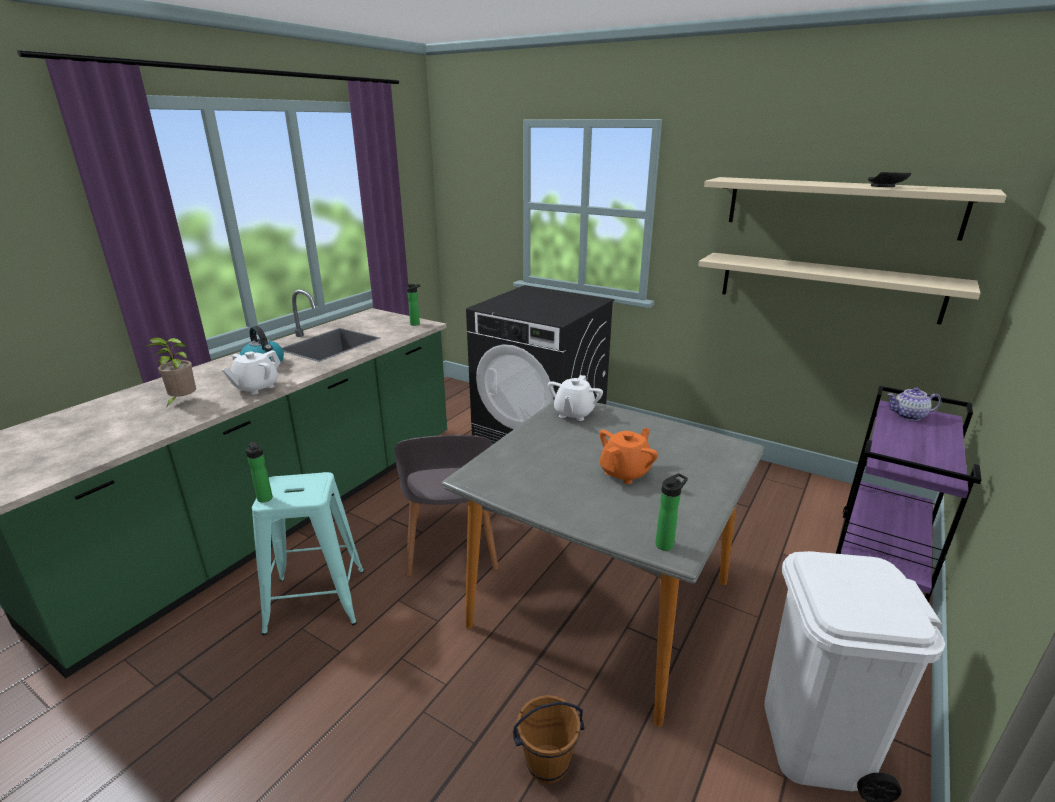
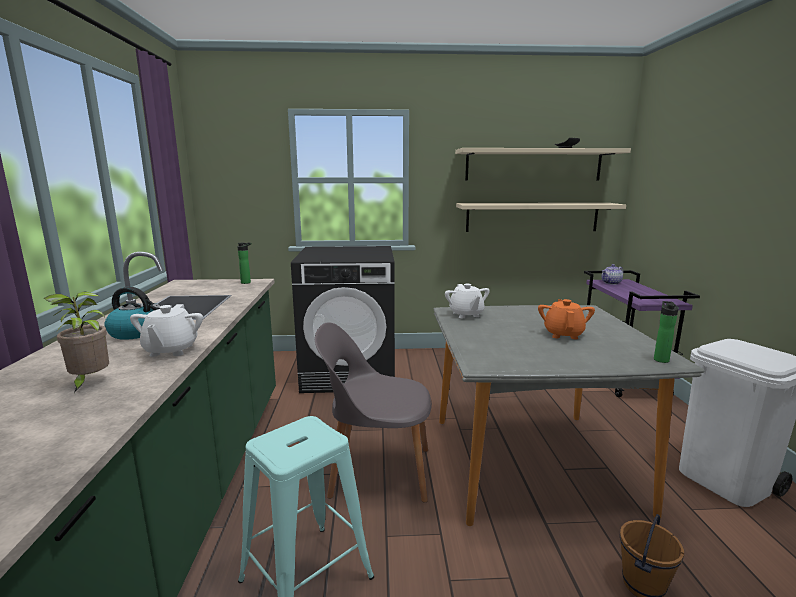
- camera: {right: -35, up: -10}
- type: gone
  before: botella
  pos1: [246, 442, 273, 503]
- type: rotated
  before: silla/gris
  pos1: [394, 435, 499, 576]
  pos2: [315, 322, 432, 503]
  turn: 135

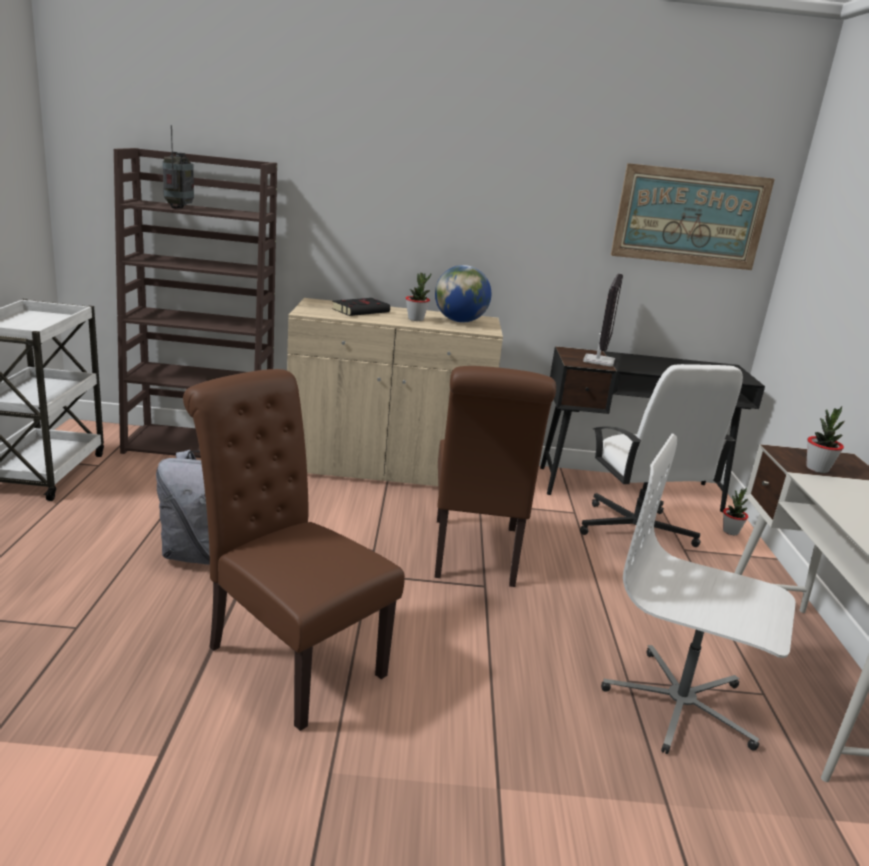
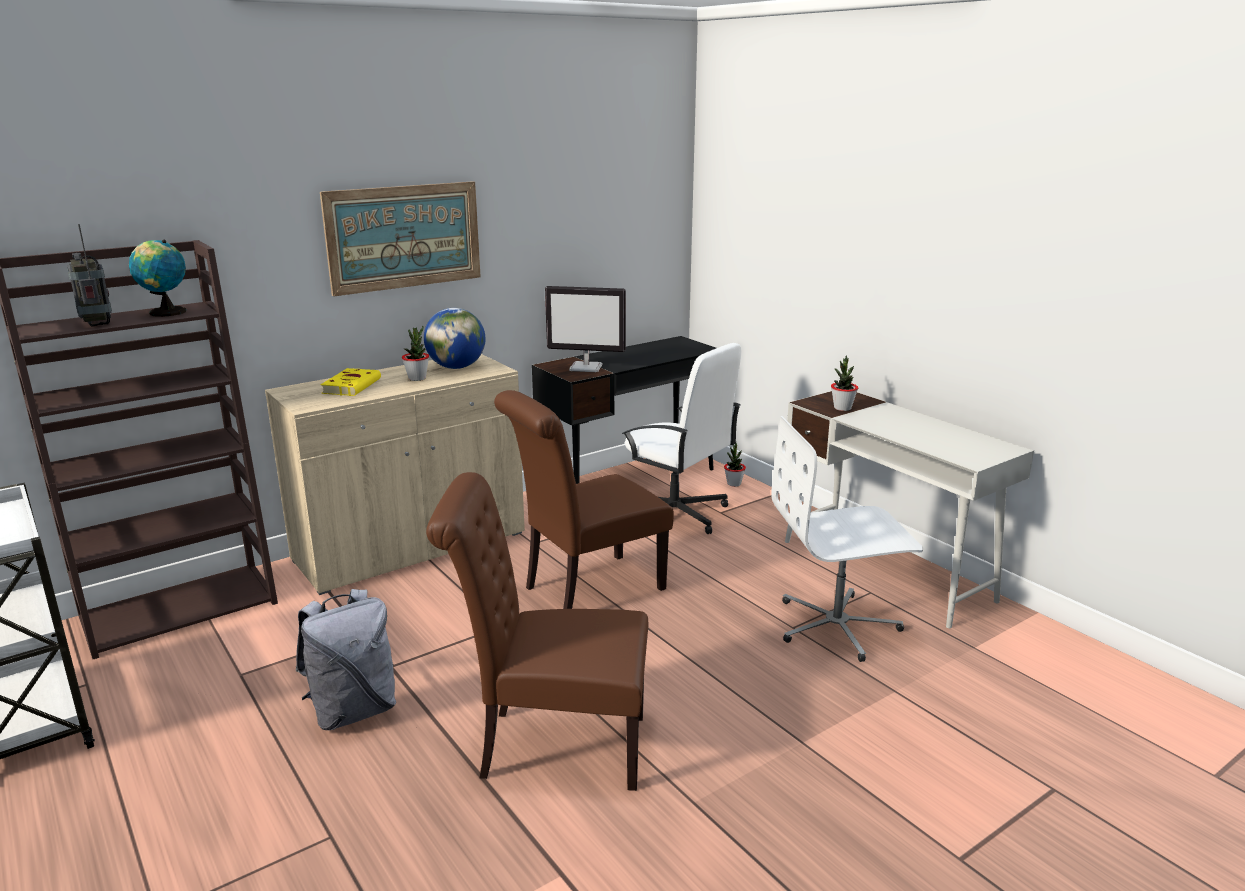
- camera: {right: -35, up: 0}
- type: new
  after: globo terráqueo
  pos2: [129, 240, 186, 317]
- type: shifted
  before: cuadro
  pos1: [611, 163, 775, 270]
  pos2: [320, 181, 481, 297]
- type: repainted
  before: libro/negro
  after: libro/amarillo
  pos1: [332, 298, 390, 316]
  pos2: [320, 368, 381, 396]
- type: rotated
  before: silla/marrón
  pos1: [435, 366, 556, 587]
  pos2: [494, 390, 674, 609]
  turn: 90
- type: rotated
  before: monitor
  pos1: [583, 274, 623, 367]
  pos2: [545, 286, 626, 372]
  turn: 120

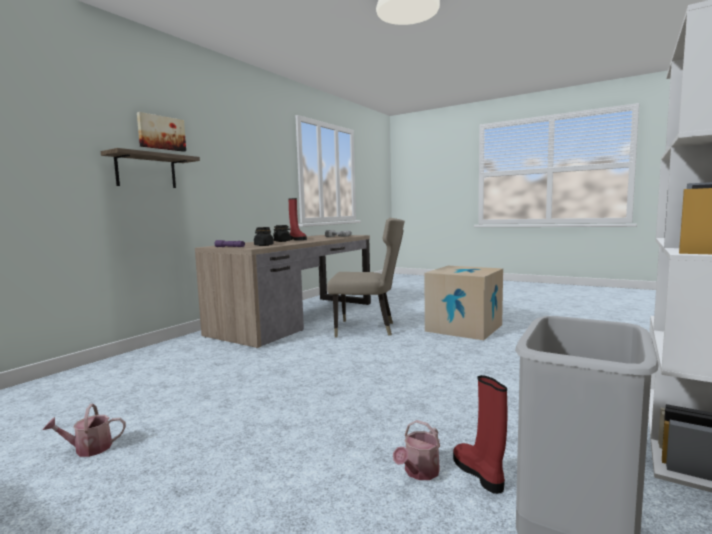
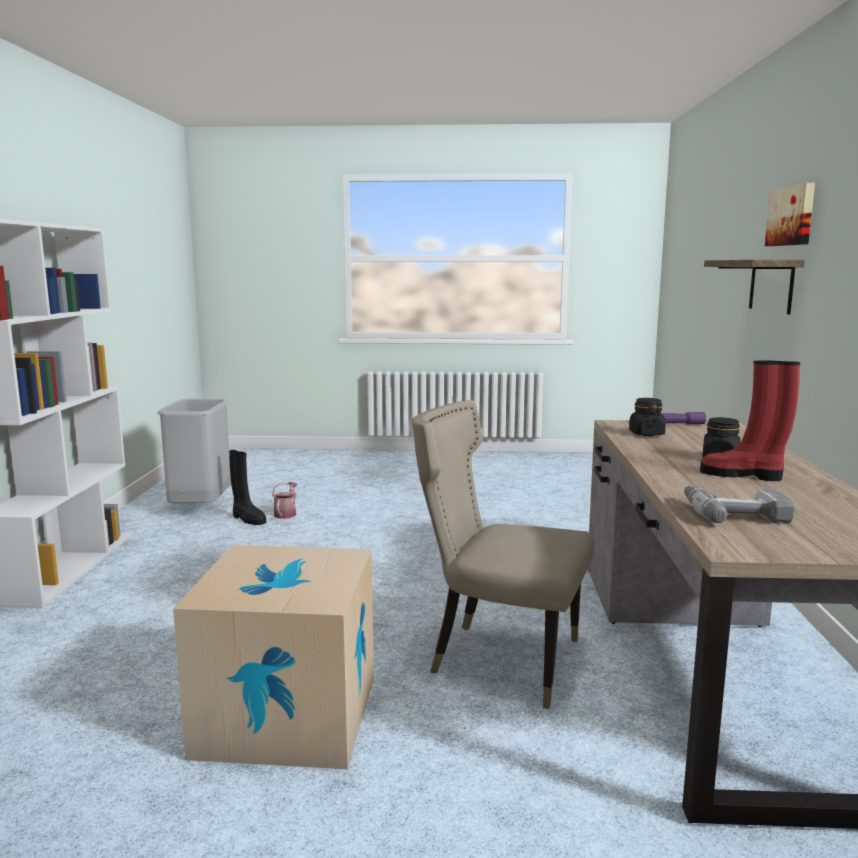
- camera: {right: 150, up: 5}
- type: gone
  before: regadera
  pos1: [43, 403, 126, 457]
- type: repainted
  before: bota/rojo
  after: bota/negro
  pos1: [453, 375, 507, 494]
  pos2: [229, 450, 266, 525]
- type: rotated
  before: silla/beis
  pos1: [327, 218, 405, 338]
  pos2: [412, 400, 595, 709]
  turn: 45

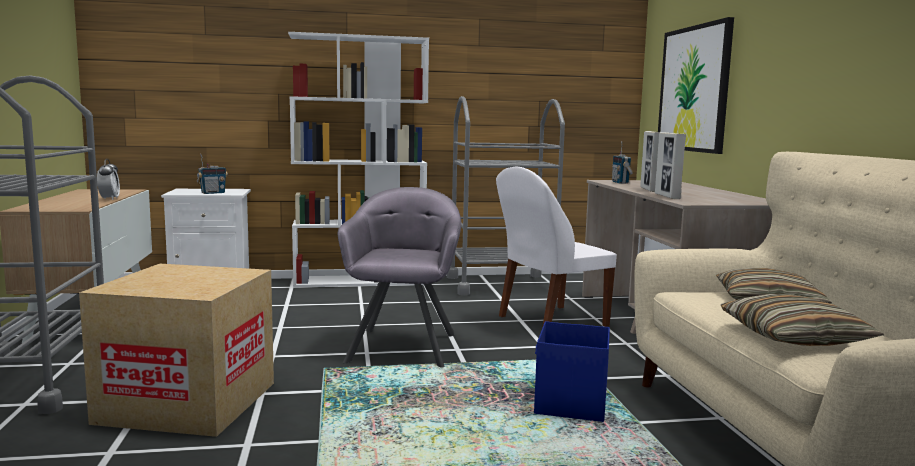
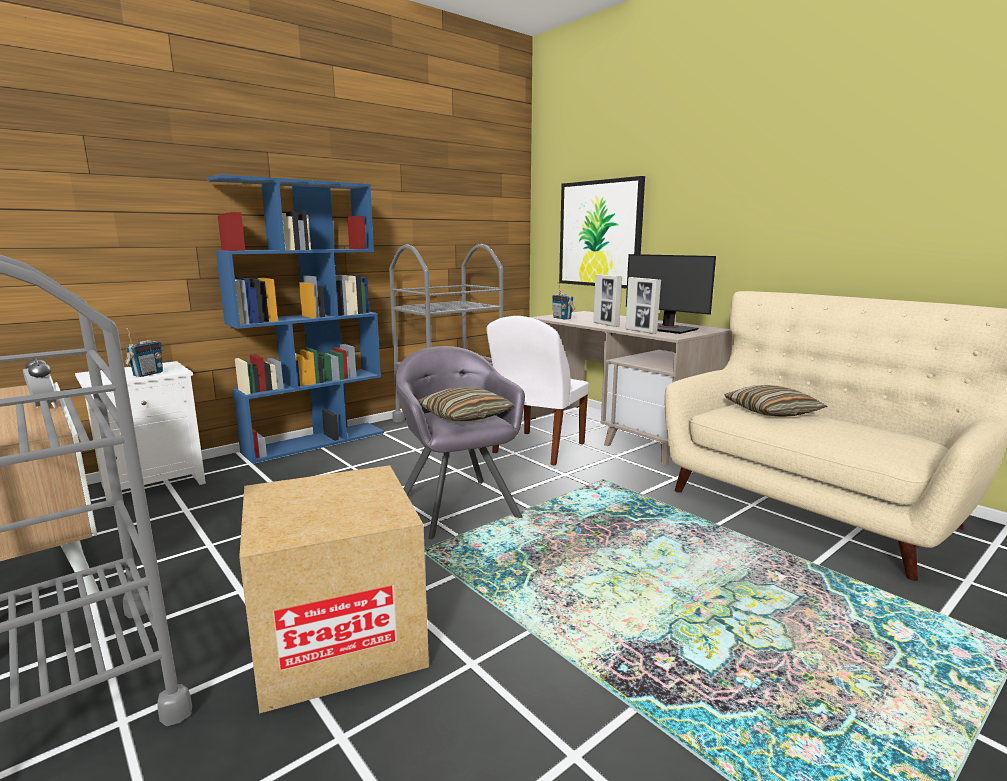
- camera: {right: -30, up: 5}
- type: gone
  before: caja de almacenaje/azul
  pos1: [534, 321, 610, 422]
- type: new
  after: monitor
  pos2: [626, 254, 716, 334]
- type: shifted
  before: cojín
  pos1: [721, 294, 884, 346]
  pos2: [418, 387, 514, 421]
- type: repainted
  before: estantería/blanco
  after: estantería/azul
  pos1: [288, 32, 429, 287]
  pos2: [207, 174, 384, 464]

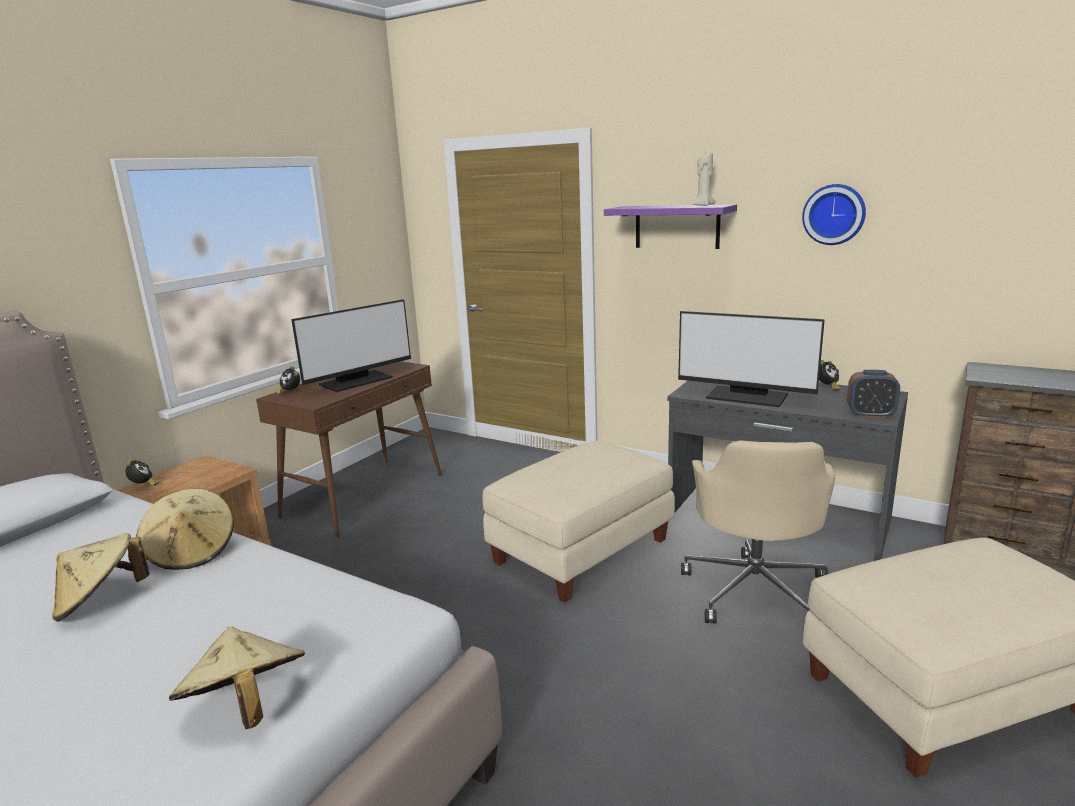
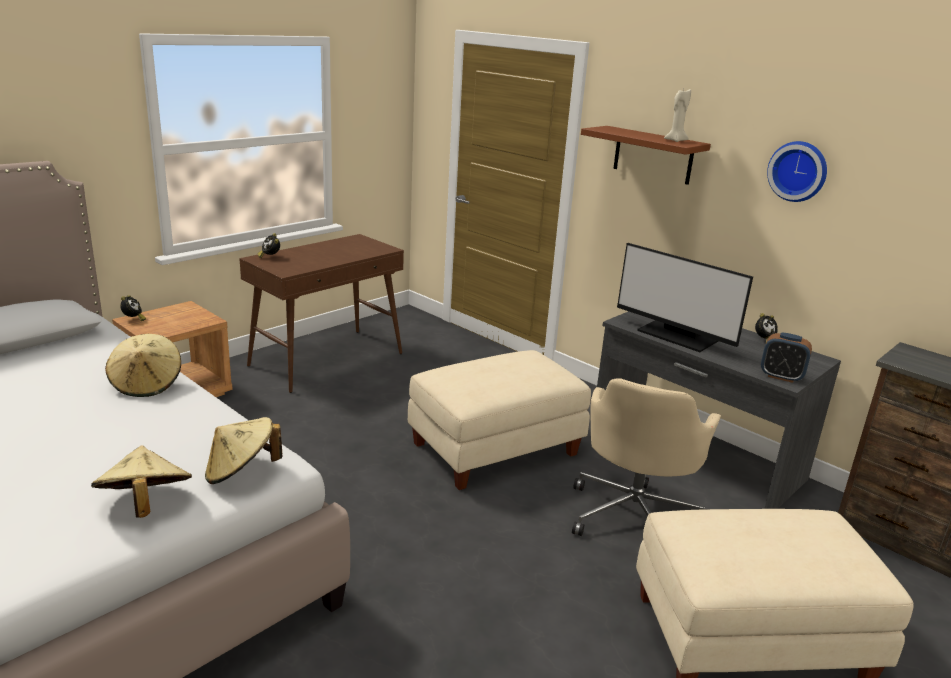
- camera: {right: 10, up: 5}
- type: gone
  before: monitor
  pos1: [291, 300, 411, 392]
- type: shifted
  before: sombrero/beis
  pos1: [52, 533, 150, 622]
  pos2: [205, 417, 283, 484]
- type: repainted
  before: estante/morado
  after: estante/marrón
  pos1: [604, 204, 737, 249]
  pos2: [581, 126, 711, 185]

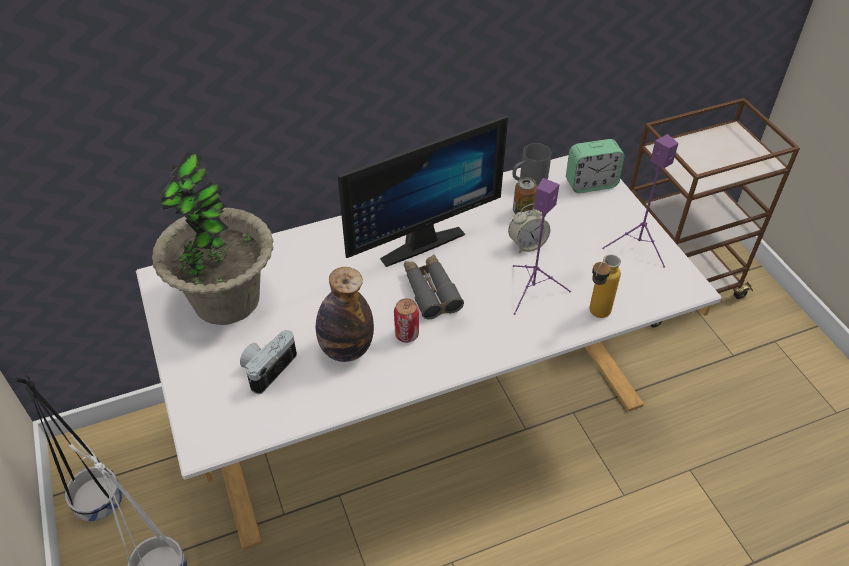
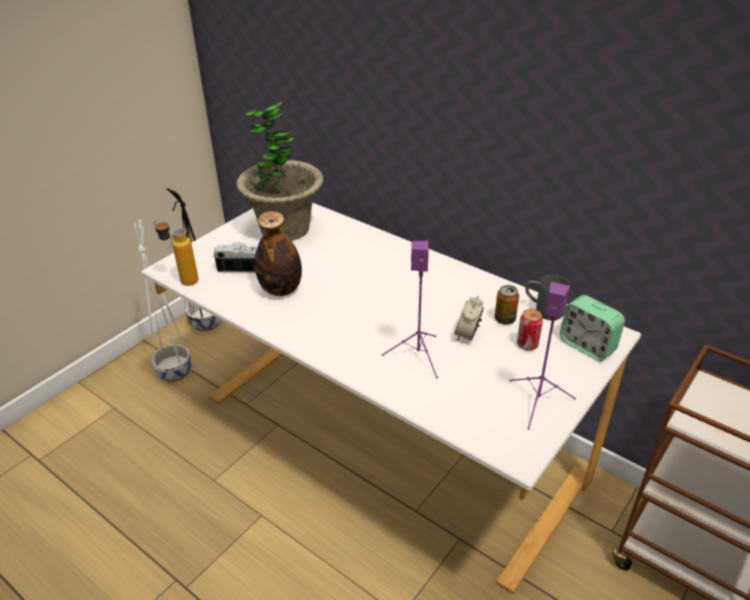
- camera: {right: 60, up: -10}
- type: gone
  before: monitor
  pos1: [338, 115, 508, 267]
- type: gone
  before: prismáticos/gris
  pos1: [404, 254, 464, 319]
- type: shifted
  before: lata
  pos1: [394, 298, 419, 343]
  pos2: [517, 309, 543, 351]
- type: shifted
  before: botella
  pos1: [589, 254, 621, 318]
  pos2: [154, 218, 199, 286]
- type: rotated
  before: despertador
  pos1: [508, 203, 550, 253]
  pos2: [454, 296, 484, 341]
  turn: 75

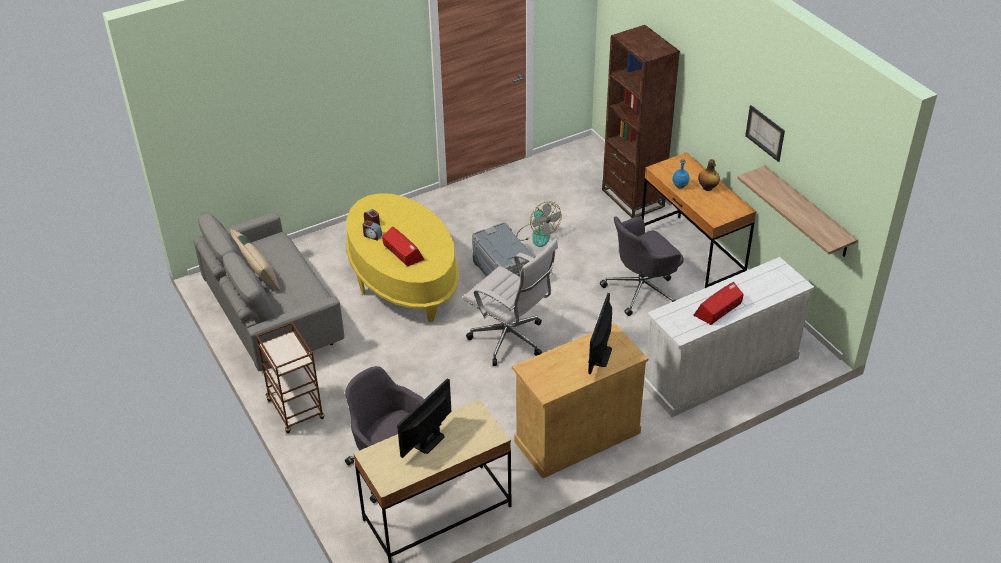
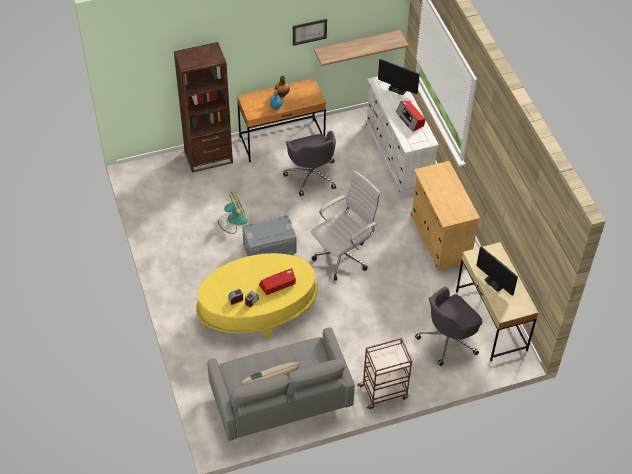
- camera: {right: -80, up: 10}
- type: shifted
  before: monitor
  pos1: [588, 293, 612, 374]
  pos2: [378, 59, 420, 95]

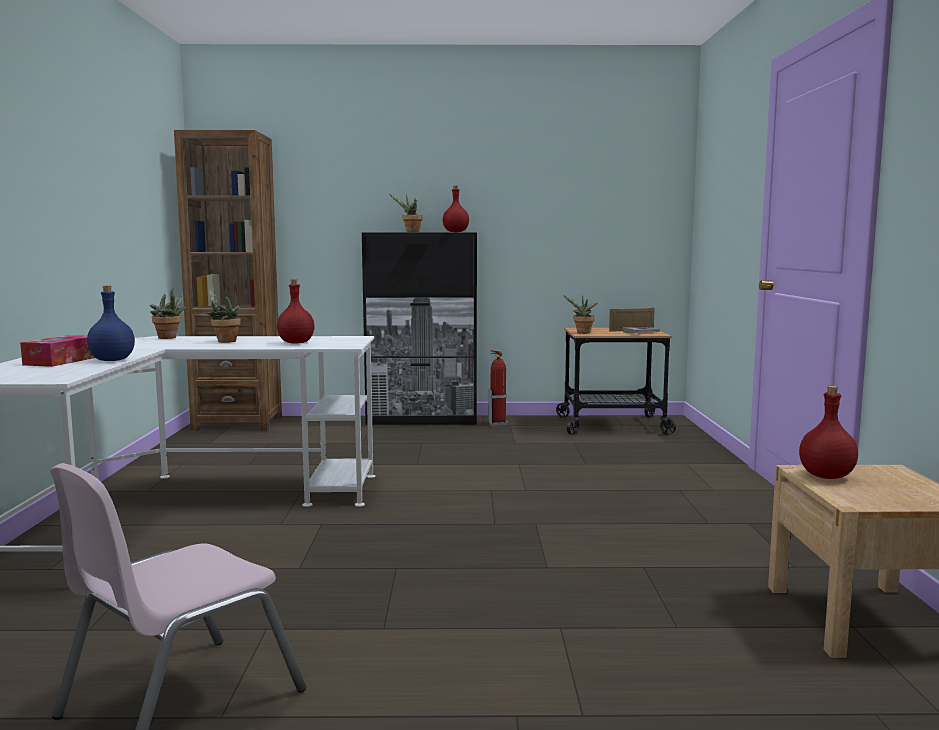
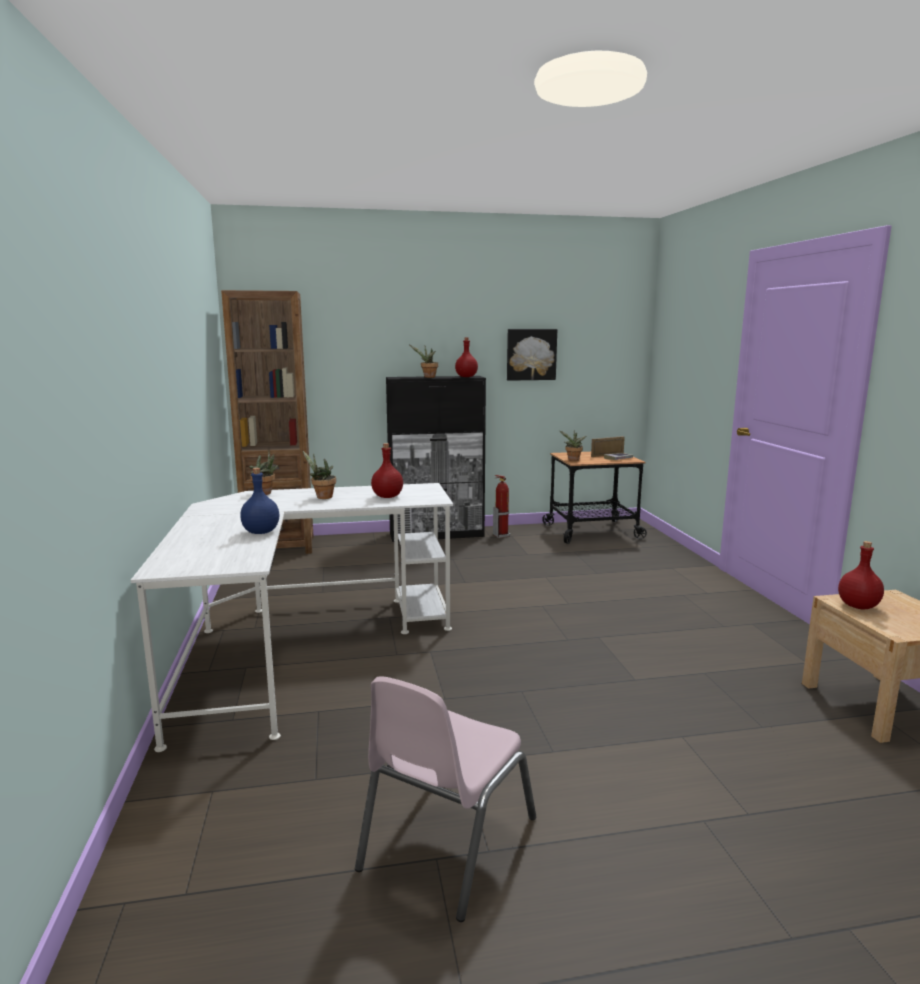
- camera: {right: -10, up: 5}
- type: gone
  before: caja de pañuelos
  pos1: [20, 335, 95, 367]
- type: new
  after: cuadro
  pos2: [507, 329, 557, 381]

